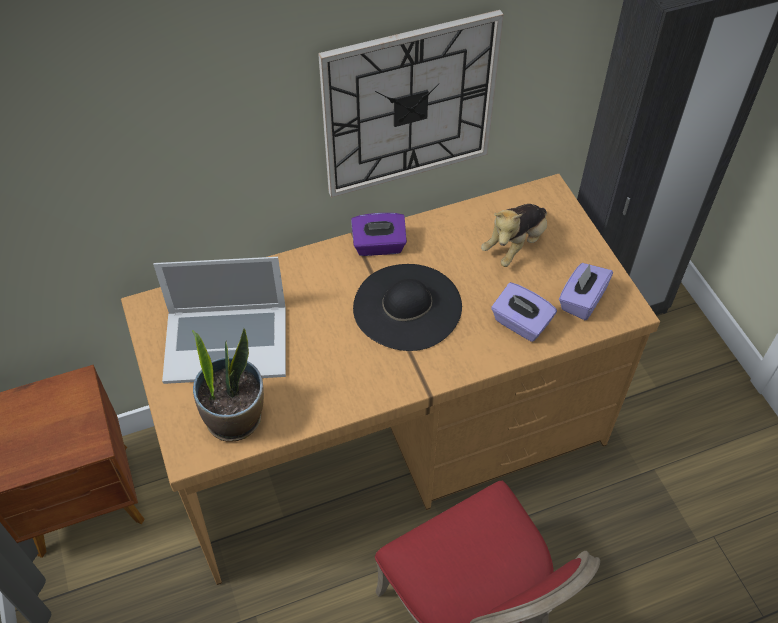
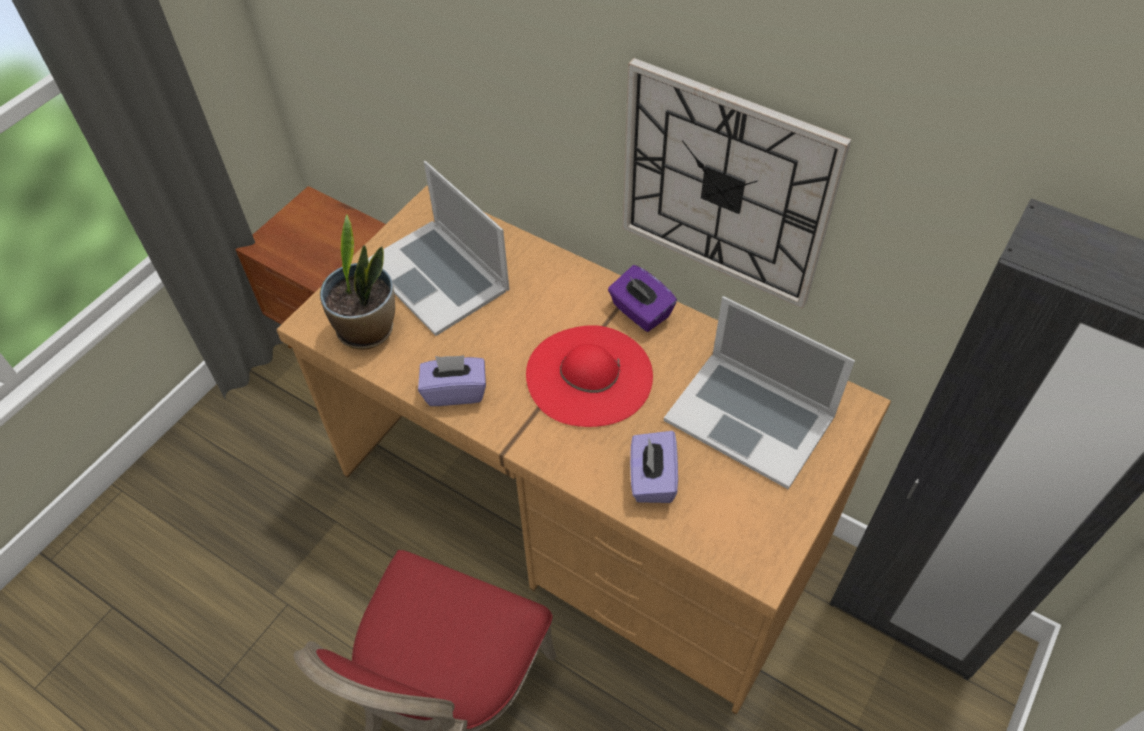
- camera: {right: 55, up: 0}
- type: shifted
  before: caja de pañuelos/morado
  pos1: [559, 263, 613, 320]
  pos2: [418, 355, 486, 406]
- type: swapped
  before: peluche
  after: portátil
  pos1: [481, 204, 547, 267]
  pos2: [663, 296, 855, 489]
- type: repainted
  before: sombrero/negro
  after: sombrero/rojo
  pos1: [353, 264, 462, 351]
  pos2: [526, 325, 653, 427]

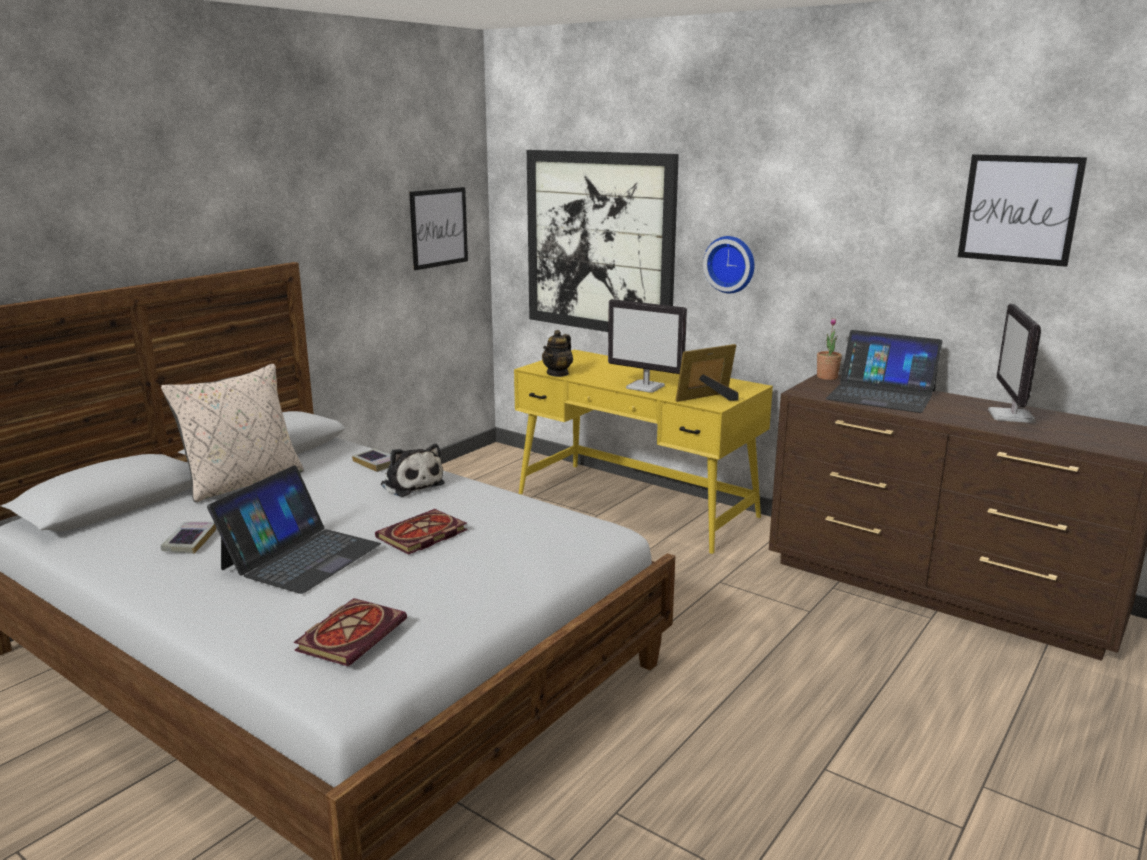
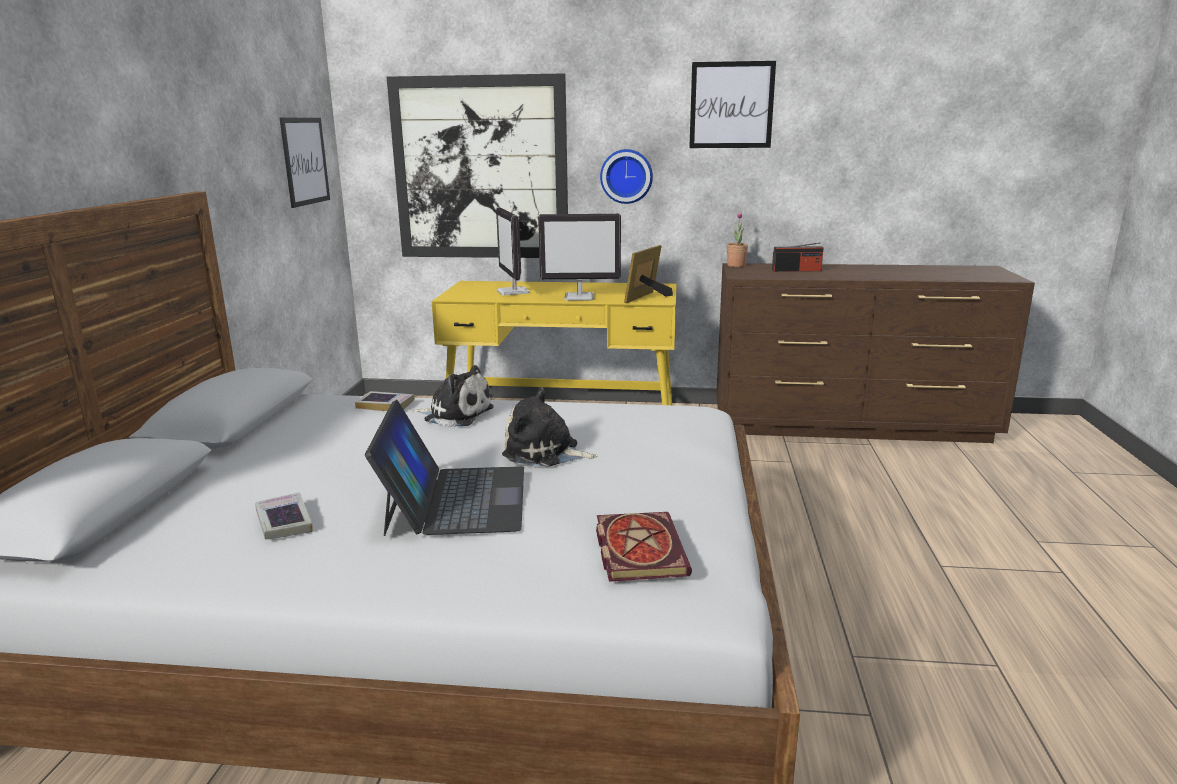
- camera: {right: -30, up: 0}
- type: gone
  before: cojín/beis
  pos1: [161, 364, 304, 502]
- type: gone
  before: tetera
  pos1: [542, 330, 573, 377]
- type: shifted
  before: cuadro
  pos1: [958, 154, 1087, 267]
  pos2: [689, 61, 776, 148]
- type: shifted
  before: monitor
  pos1: [988, 304, 1041, 423]
  pos2: [496, 208, 530, 295]
- type: swapped
  before: libro
  after: peluche
  pos1: [375, 509, 467, 555]
  pos2: [502, 388, 598, 467]
- type: swapped
  before: portátil
  after: radio
  pos1: [826, 330, 942, 413]
  pos2: [772, 242, 824, 272]

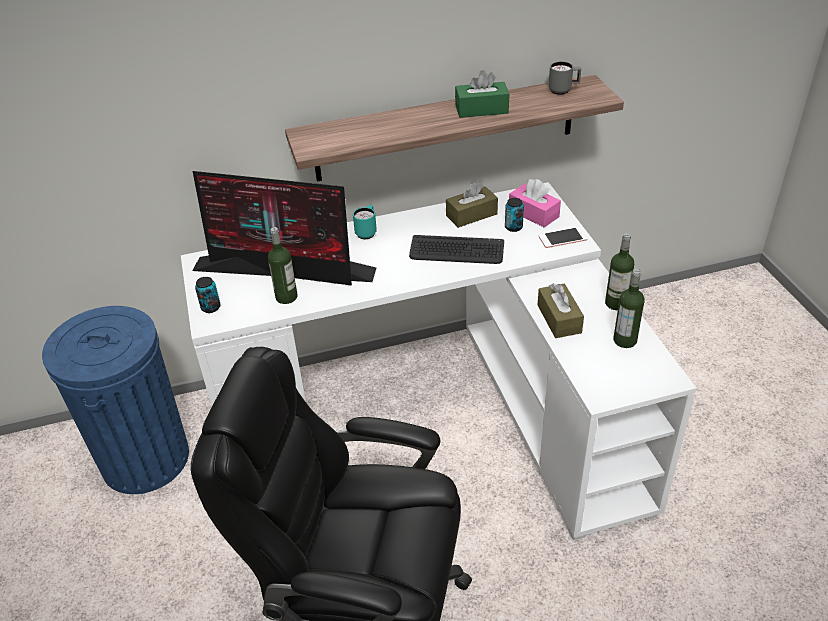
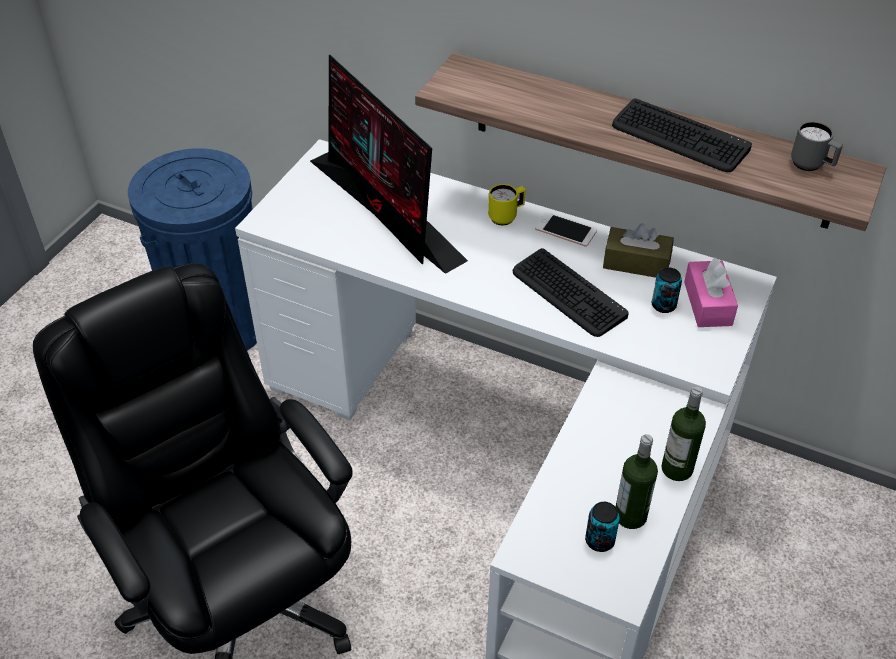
- camera: {right: 40, up: 5}
- type: gone
  before: botella
  pos1: [268, 227, 297, 304]
- type: gone
  before: caja de pañuelos/marrón
  pos1: [538, 283, 584, 338]
- type: shifted
  before: lata
  pos1: [195, 277, 221, 313]
  pos2: [585, 502, 620, 552]
- type: shifted
  before: móvil
  pos1: [538, 227, 588, 248]
  pos2: [535, 212, 597, 247]
- type: swapped
  before: caja de pañuelos/verde
  after: teclado
  pos1: [455, 70, 509, 118]
  pos2: [612, 98, 752, 172]
- type: repainted
  before: taza grande/turquesa
  after: taza grande/amarillo
  pos1: [353, 205, 377, 239]
  pos2: [488, 184, 525, 225]

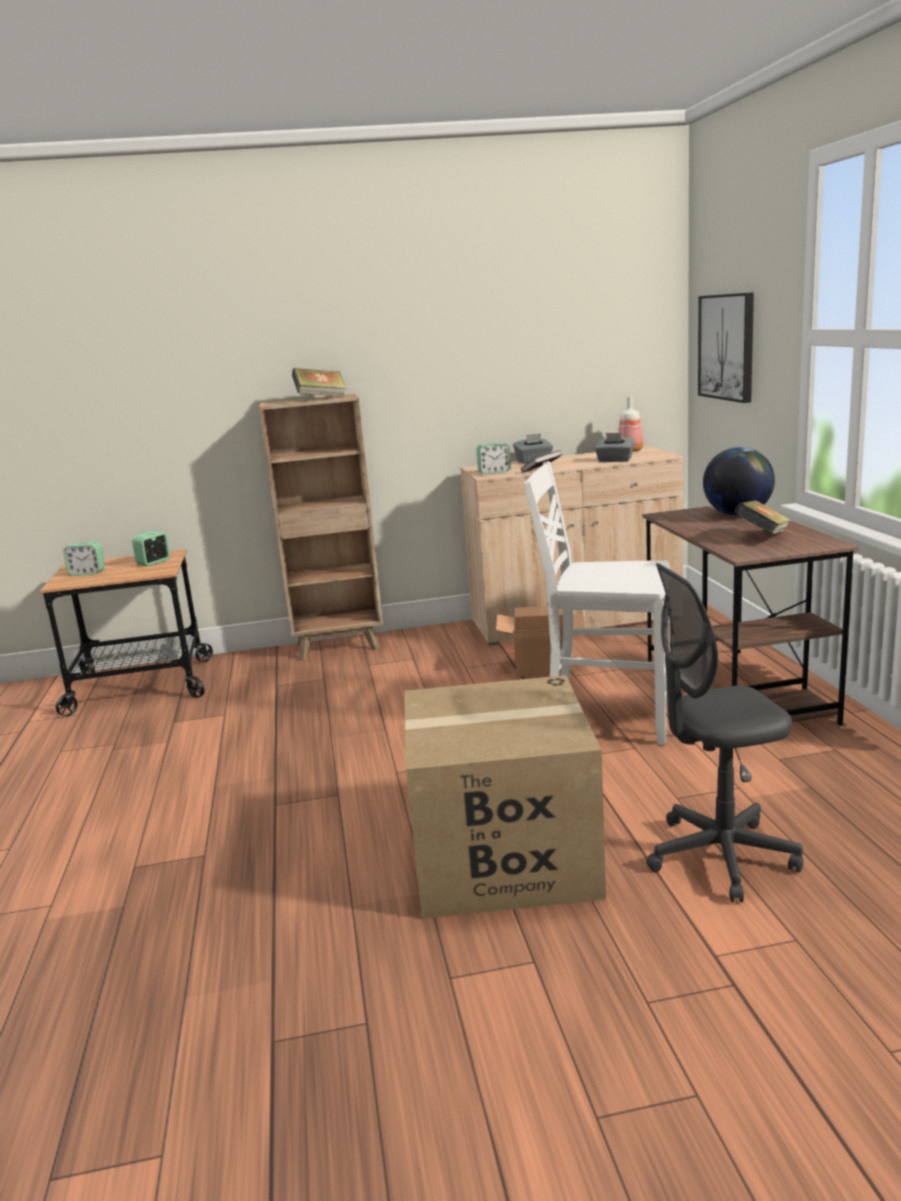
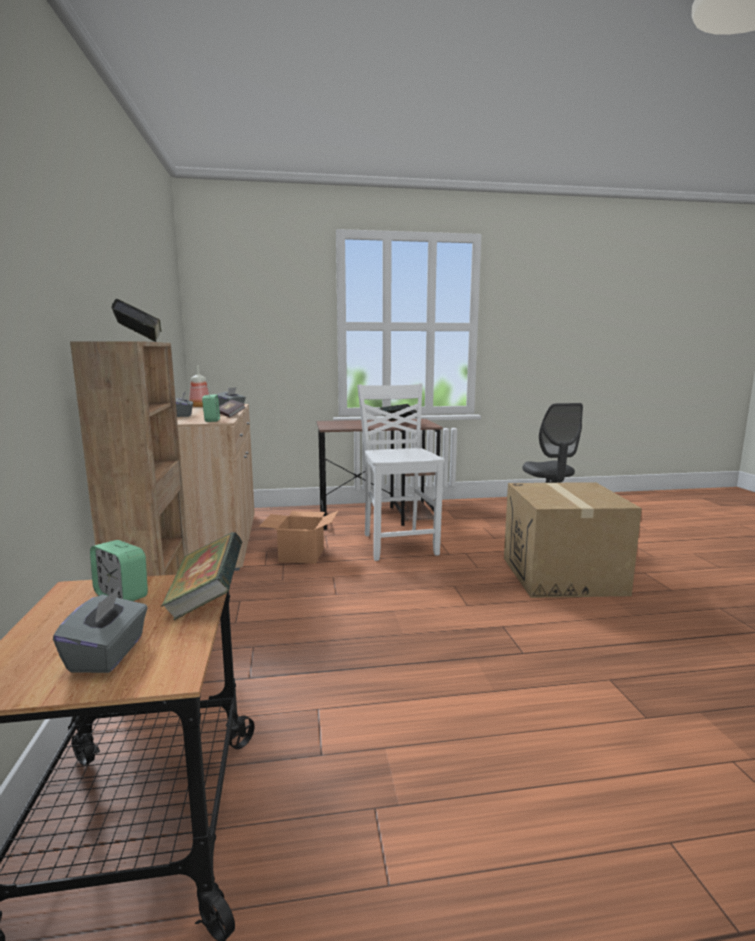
- camera: {right: -90, up: -5}
- type: gone
  before: cuadro
  pos1: [698, 292, 754, 403]
- type: gone
  before: globo terráqueo
  pos1: [703, 447, 775, 516]
- type: new
  after: libro
  pos2: [161, 532, 242, 620]
- type: swapped
  before: despertador
  after: caja de pañuelos/gris
  pos1: [63, 542, 105, 576]
  pos2: [53, 587, 148, 673]
- type: rotated
  before: silla/blanco
  pos1: [524, 461, 670, 745]
  pos2: [357, 383, 445, 561]
  turn: 150

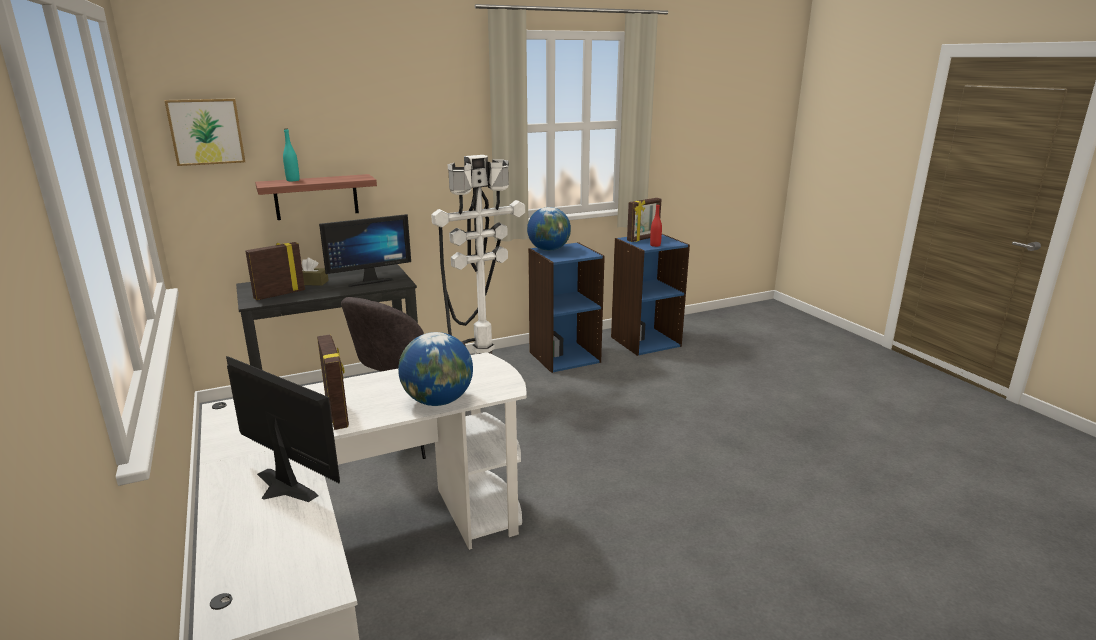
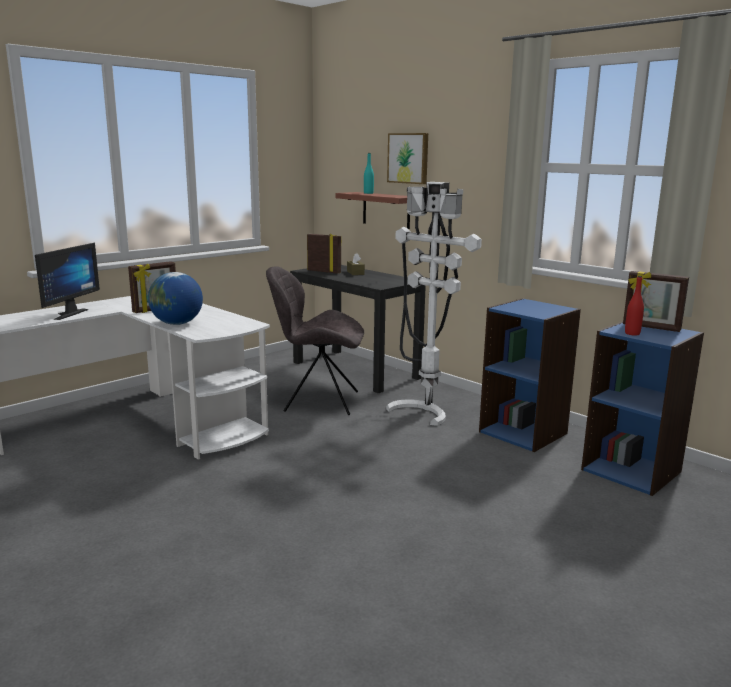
- camera: {right: 70, up: -5}
- type: gone
  before: monitor
  pos1: [319, 214, 411, 287]
- type: gone
  before: globo terráqueo
  pos1: [527, 207, 571, 251]
- type: shifted
  before: cuadro
  pos1: [164, 98, 245, 166]
  pos2: [387, 133, 428, 184]

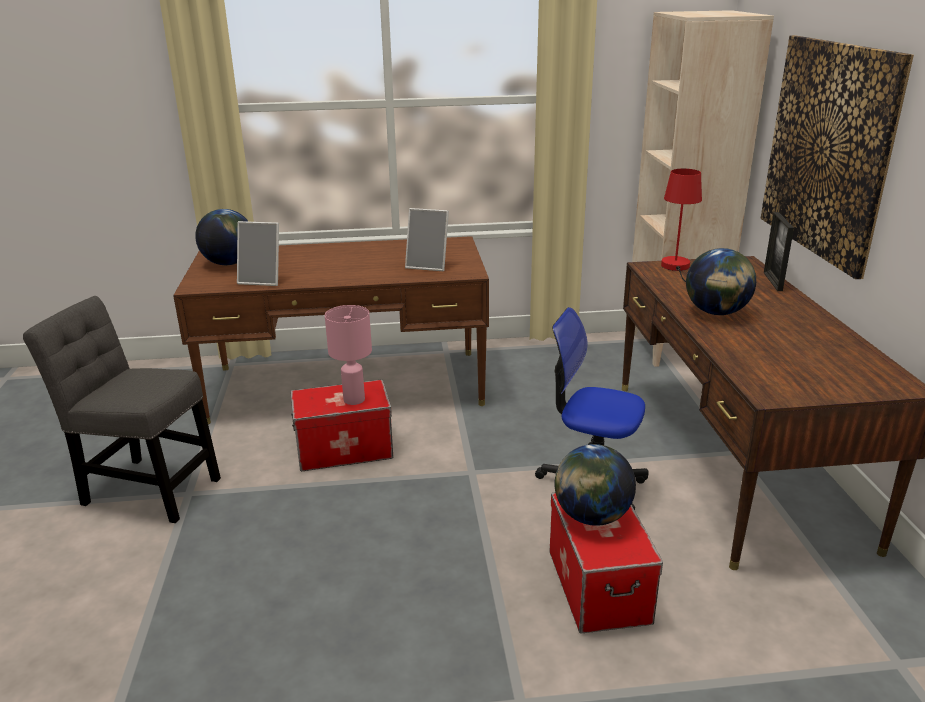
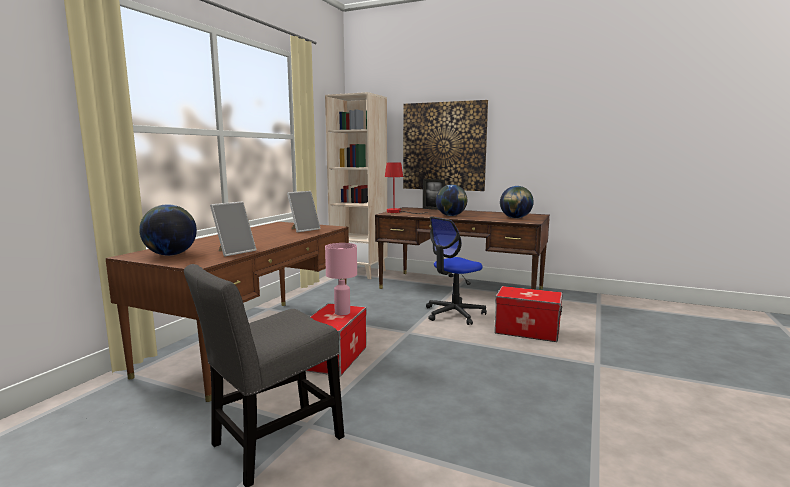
- camera: {right: -60, up: -15}
- type: shifted
  before: globo terráqueo
  pos1: [555, 444, 636, 526]
  pos2: [500, 186, 534, 218]

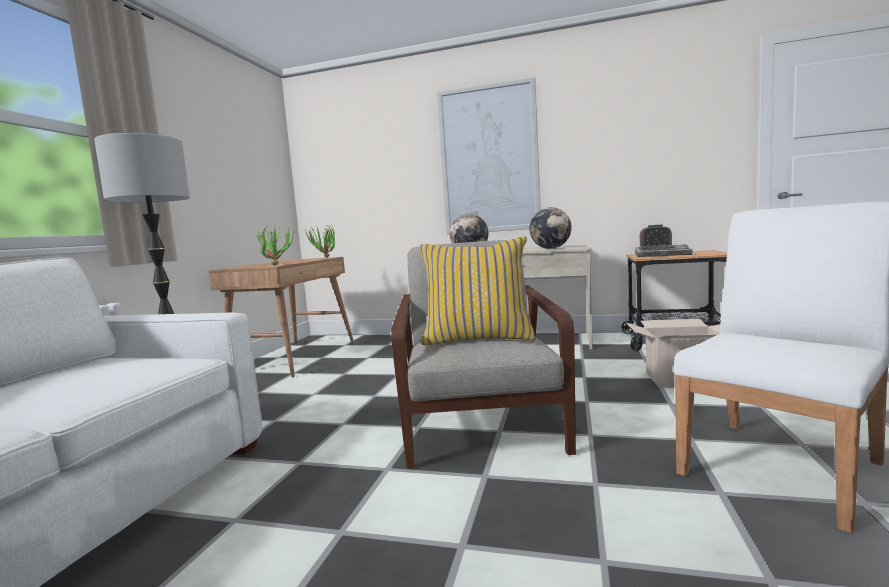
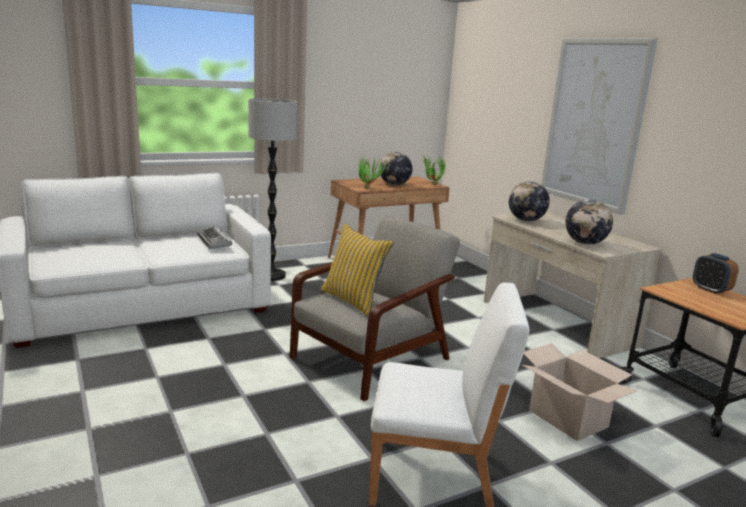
- camera: {right: 45, up: 10}
- type: new
  after: globo terráqueo
  pos2: [379, 152, 412, 186]
- type: shifted
  before: teclado
  pos1: [635, 244, 693, 257]
  pos2: [197, 226, 232, 249]

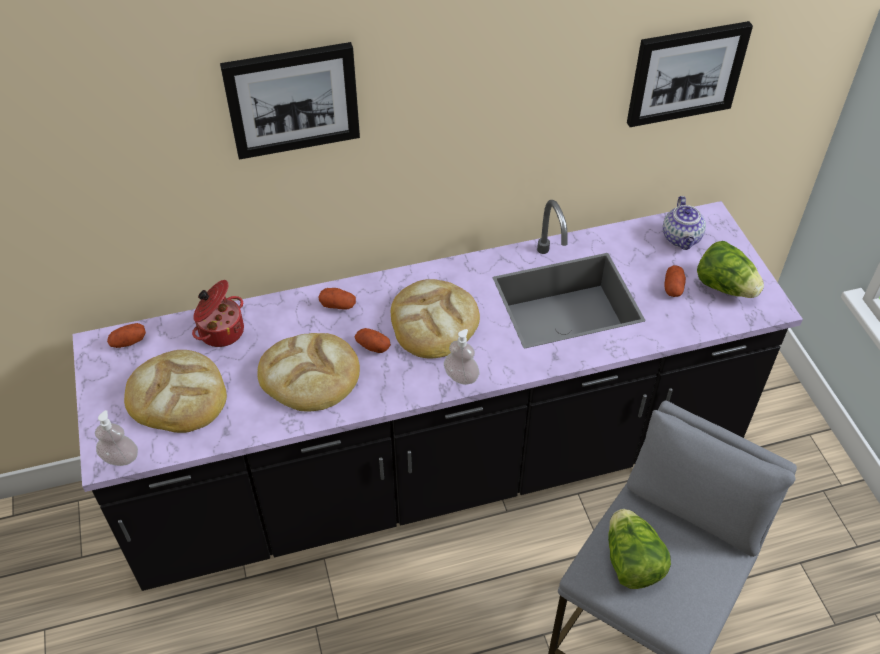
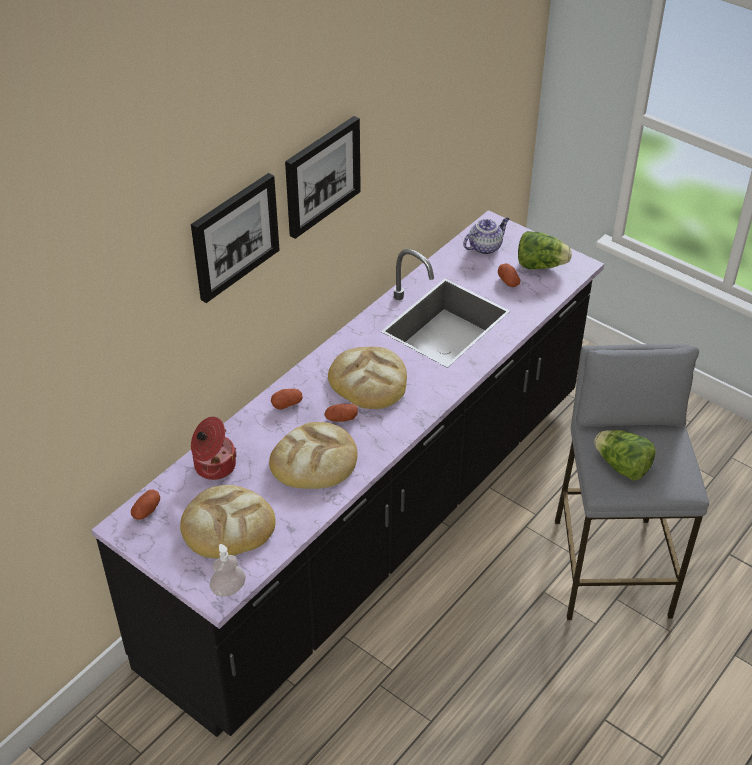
- camera: {right: -35, up: -5}
- type: gone
  before: dispensador de jabón
  pos1: [444, 329, 480, 385]
- type: shifted
  before: cuadro
  pos1: [627, 21, 753, 127]
  pos2: [285, 116, 361, 239]
- type: rotated
  before: tetera
  pos1: [663, 196, 706, 250]
  pos2: [463, 217, 509, 255]
  turn: -90

